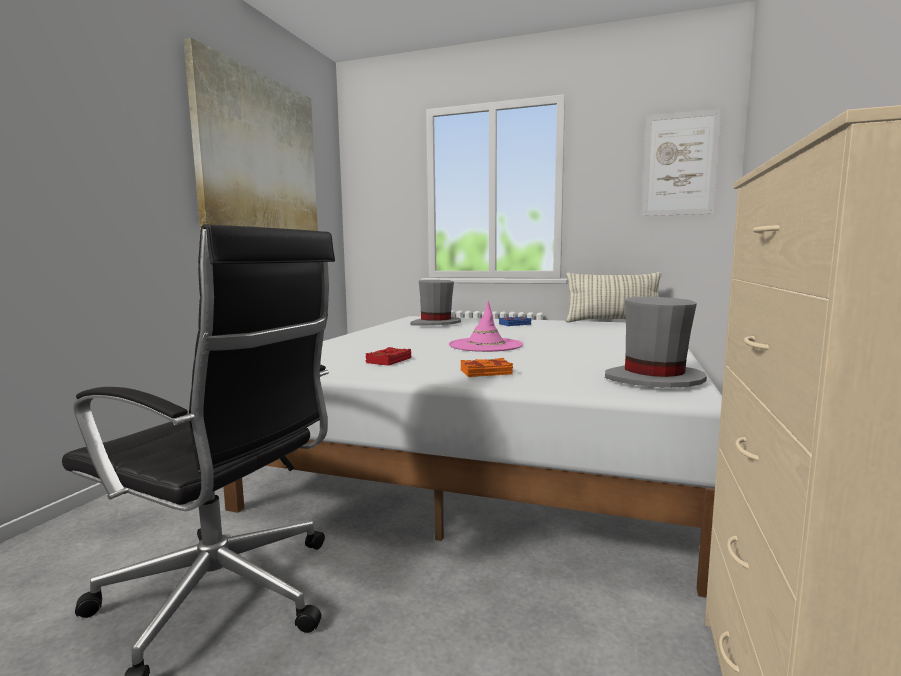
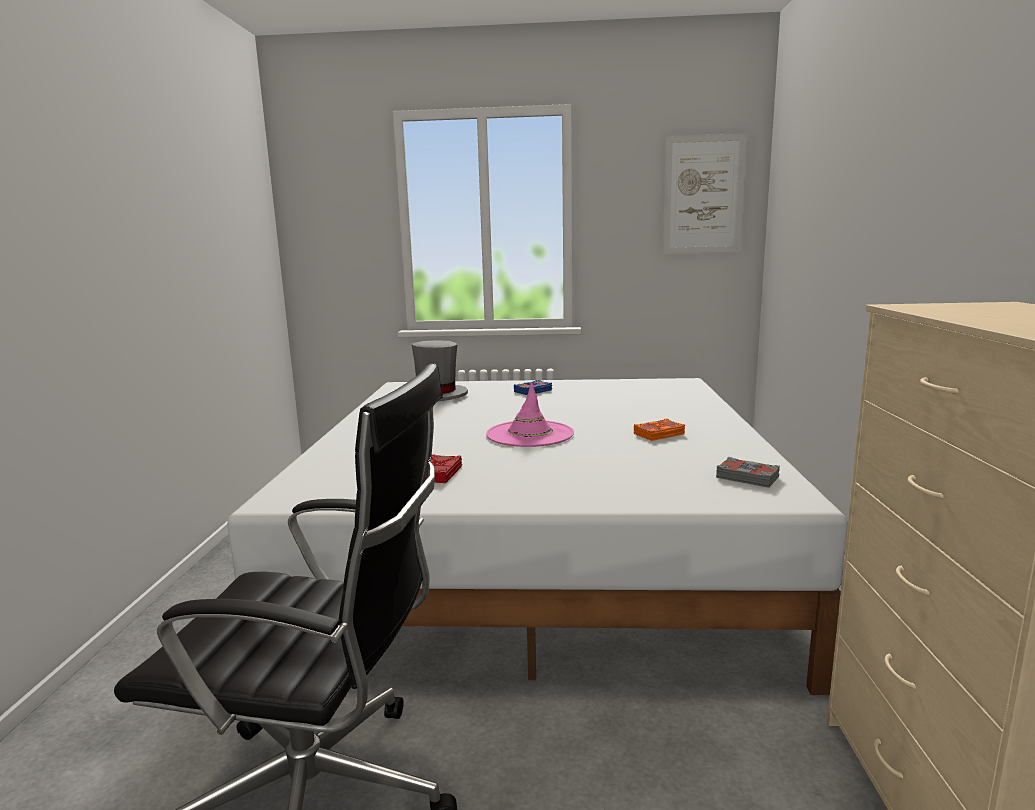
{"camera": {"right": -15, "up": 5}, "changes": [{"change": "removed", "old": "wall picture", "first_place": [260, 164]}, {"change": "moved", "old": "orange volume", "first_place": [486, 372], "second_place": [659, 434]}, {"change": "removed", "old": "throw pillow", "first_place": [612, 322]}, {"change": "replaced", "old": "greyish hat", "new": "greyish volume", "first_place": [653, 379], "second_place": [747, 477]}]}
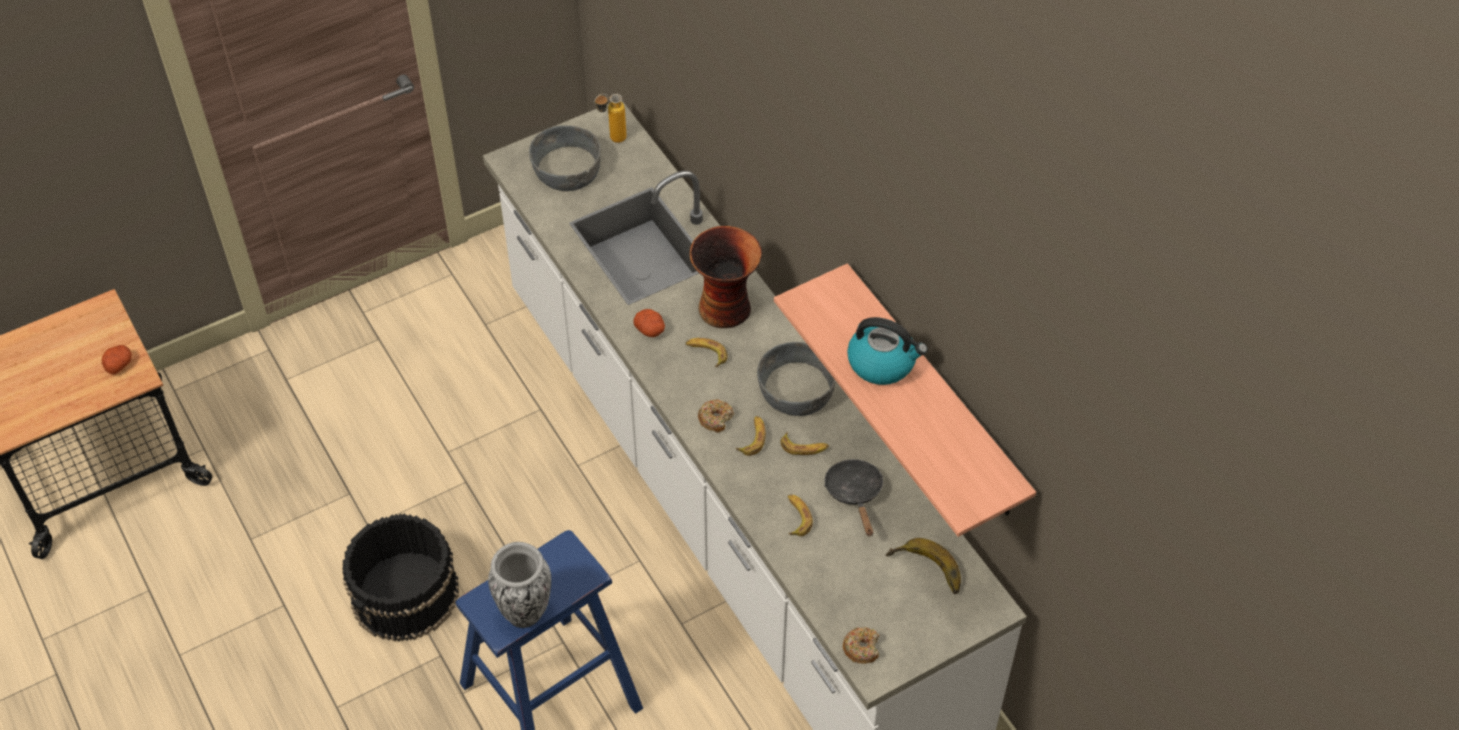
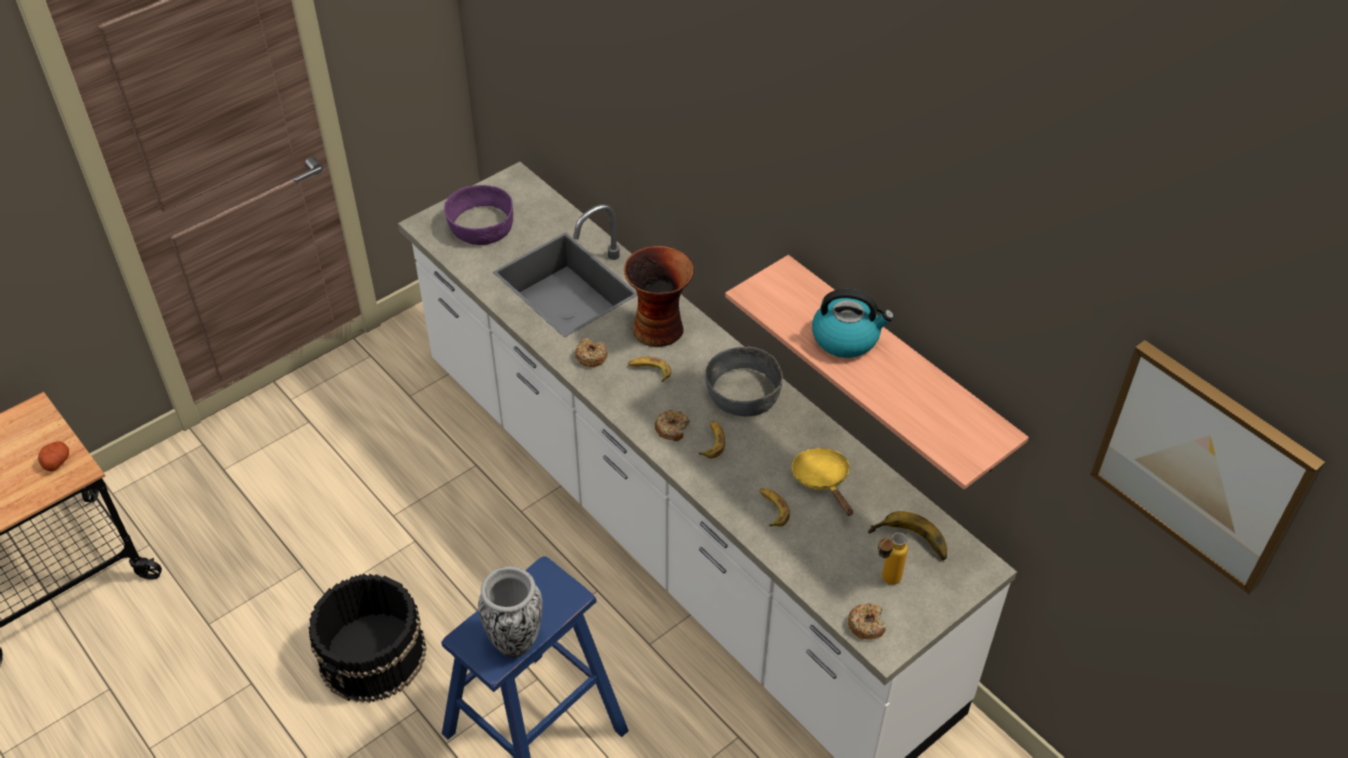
{"camera": {"right": -10, "up": -5}, "changes": [{"change": "recoloured", "old": "greyish deep dish", "new": "purple-coloured deep dish", "first_place": [565, 168], "second_place": [480, 225]}, {"change": "moved", "old": "drink bottle", "first_place": [612, 139], "second_place": [885, 581]}, {"change": "replaced", "old": "whole potato", "new": "ring doughnut", "first_place": [650, 329], "second_place": [591, 356]}, {"change": "removed", "old": "whole banana", "first_place": [804, 447]}, {"change": "recoloured", "old": "black pan", "new": "yellow pan", "first_place": [855, 493], "second_place": [823, 480]}, {"change": "added", "new": "wall picture", "second_place": [1202, 465]}]}
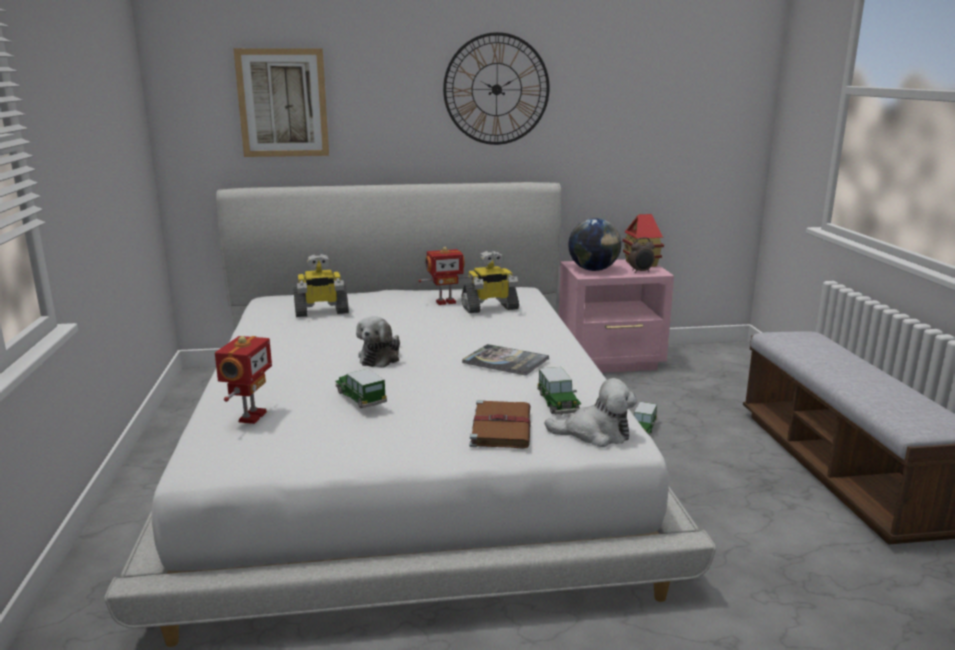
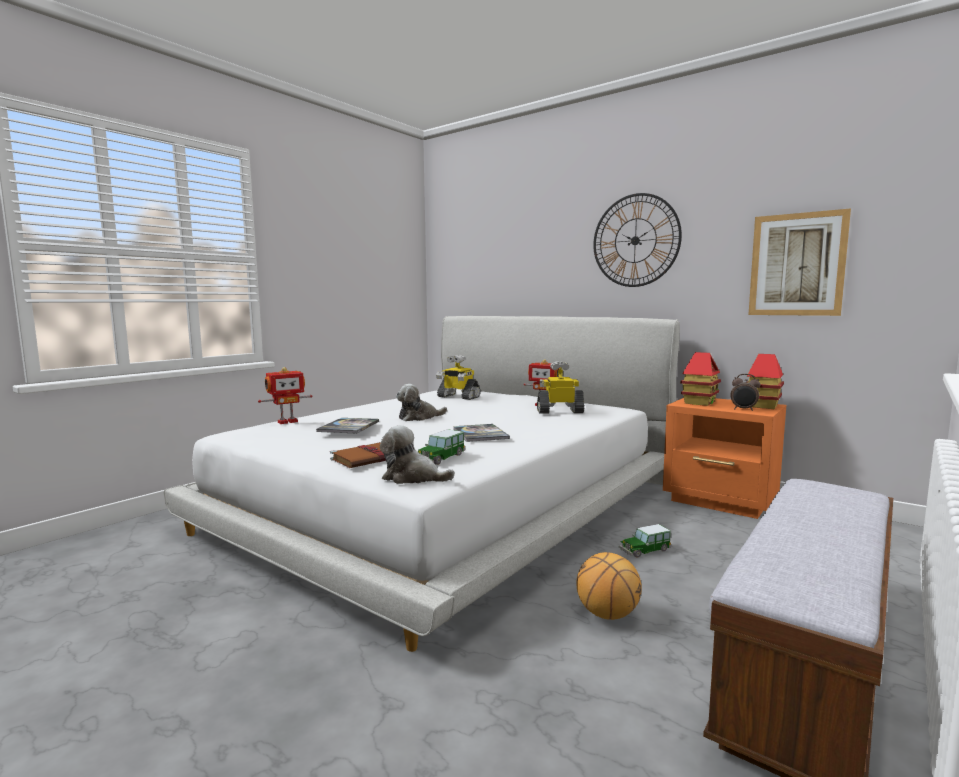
{"camera": {"right": 45, "up": -10}, "changes": [{"change": "moved", "old": "wall picture", "first_place": [283, 103], "second_place": [797, 264]}, {"change": "replaced", "old": "model car", "new": "volume", "first_place": [360, 397], "second_place": [348, 427]}, {"change": "turned", "old": "toy robot", "first_place": [489, 308], "second_place": [560, 411], "degrees": 150}, {"change": "turned", "old": "plush toy", "first_place": [595, 434], "second_place": [412, 477], "degrees": 150}, {"change": "recoloured", "old": "pink-coloured bedside table", "new": "orange bedside table", "first_place": [611, 361], "second_place": [721, 501]}, {"change": "replaced", "old": "globe", "new": "model house", "first_place": [593, 270], "second_place": [699, 402]}, {"change": "added", "new": "basketball ball", "second_place": [607, 614]}]}
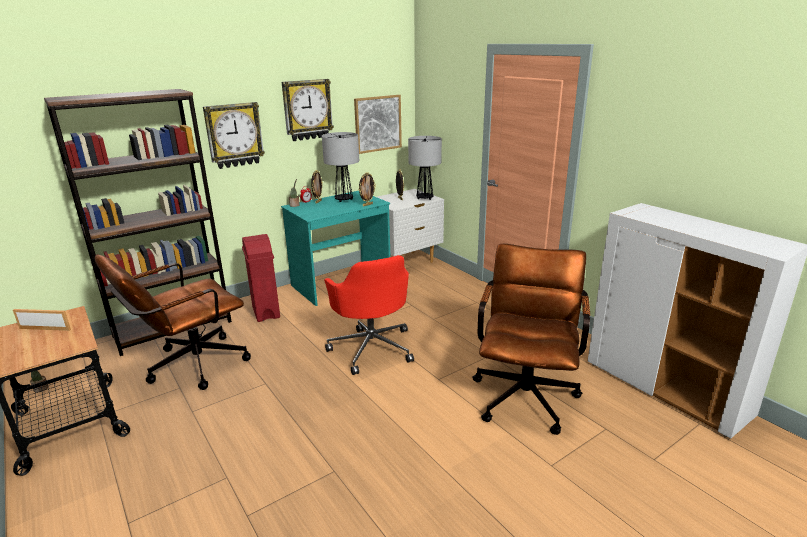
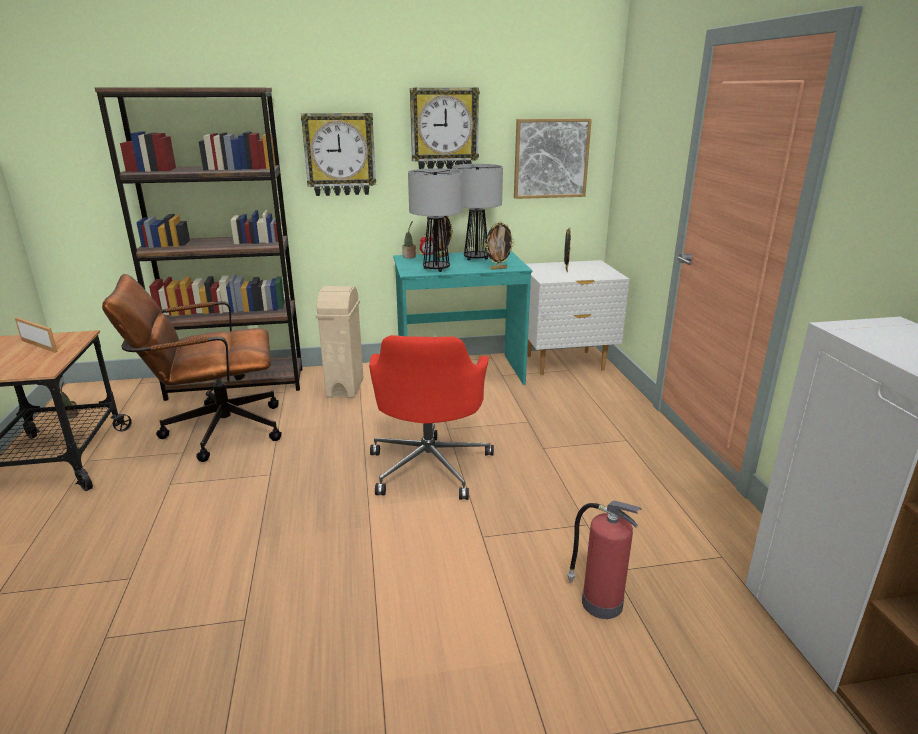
{"camera": {"right": 25, "up": 0}, "changes": [{"change": "recoloured", "old": "reddish waste bin", "new": "beige-coloured waste bin", "first_place": [266, 312], "second_place": [345, 387]}, {"change": "moved", "old": "lamp for a table", "first_place": [424, 198], "second_place": [436, 269]}, {"change": "replaced", "old": "brownish desk chair", "new": "fire-fighting cylinder", "first_place": [525, 392], "second_place": [600, 602]}]}
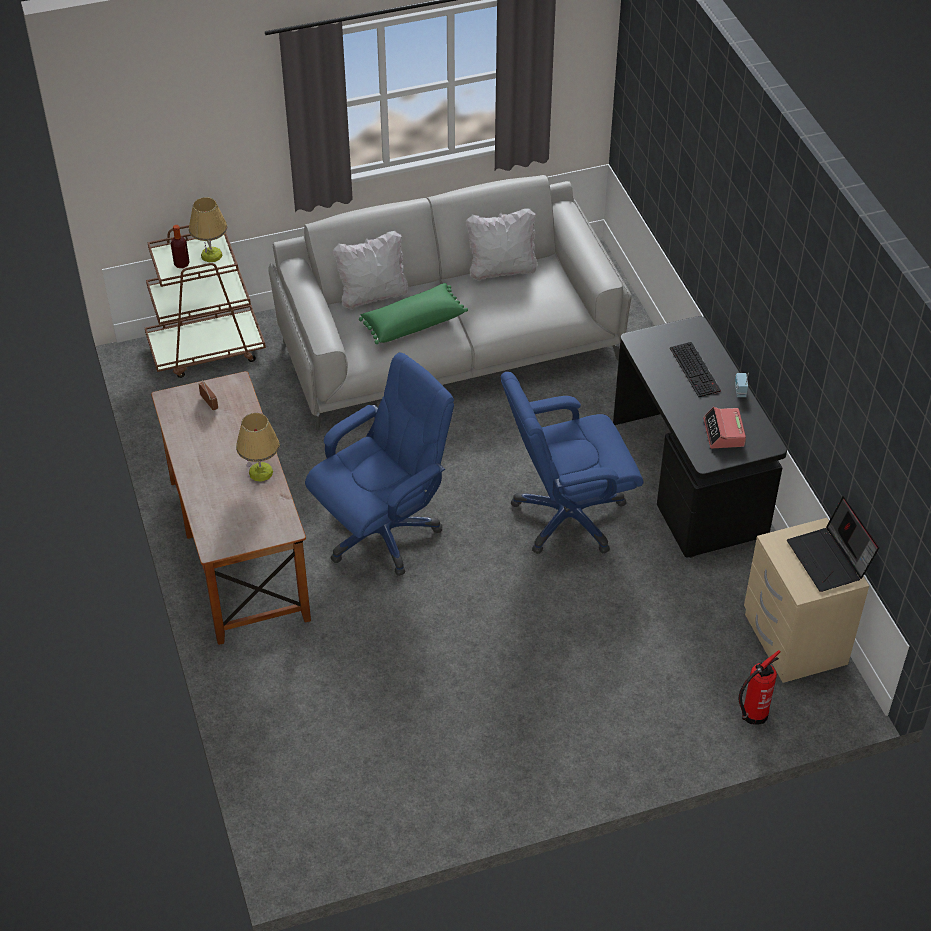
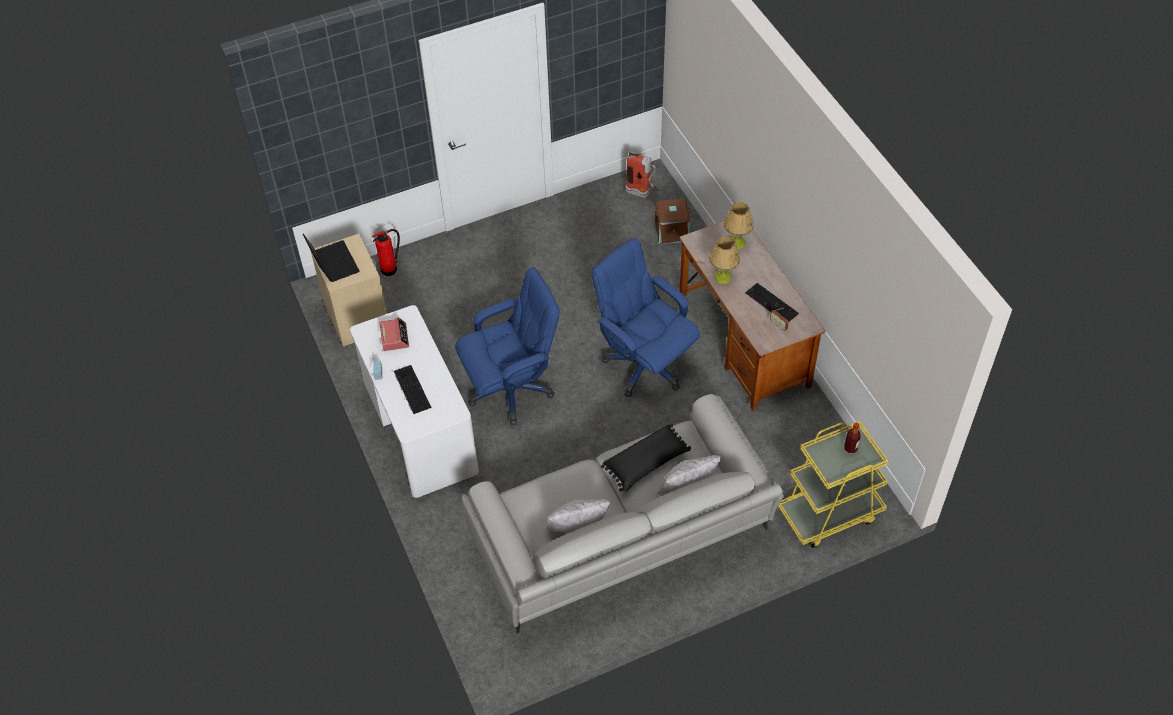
{"camera": {"right": 175, "up": 5}, "changes": [{"change": "recoloured", "old": "brownish wheeled cart", "new": "yellow wheeled cart", "first_place": [207, 349], "second_place": [829, 513]}, {"change": "moved", "old": "lamp for a table", "first_place": [211, 255], "second_place": [736, 243]}, {"change": "turned", "old": "blue-coloured desk chair", "first_place": [382, 531], "second_place": [644, 365], "degrees": 90}, {"change": "recoloured", "old": "green-coloured throw pillow", "new": "black throw pillow", "first_place": [413, 322], "second_place": [646, 464]}, {"change": "recoloured", "old": "black desk unit", "new": "white desk unit", "first_place": [689, 480], "second_place": [419, 429]}, {"change": "added", "new": "fire-fighting cylinder", "second_place": [642, 194]}, {"change": "added", "new": "brownish storage box", "second_place": [672, 231]}, {"change": "added", "new": "PC keyboard", "second_place": [772, 303]}]}
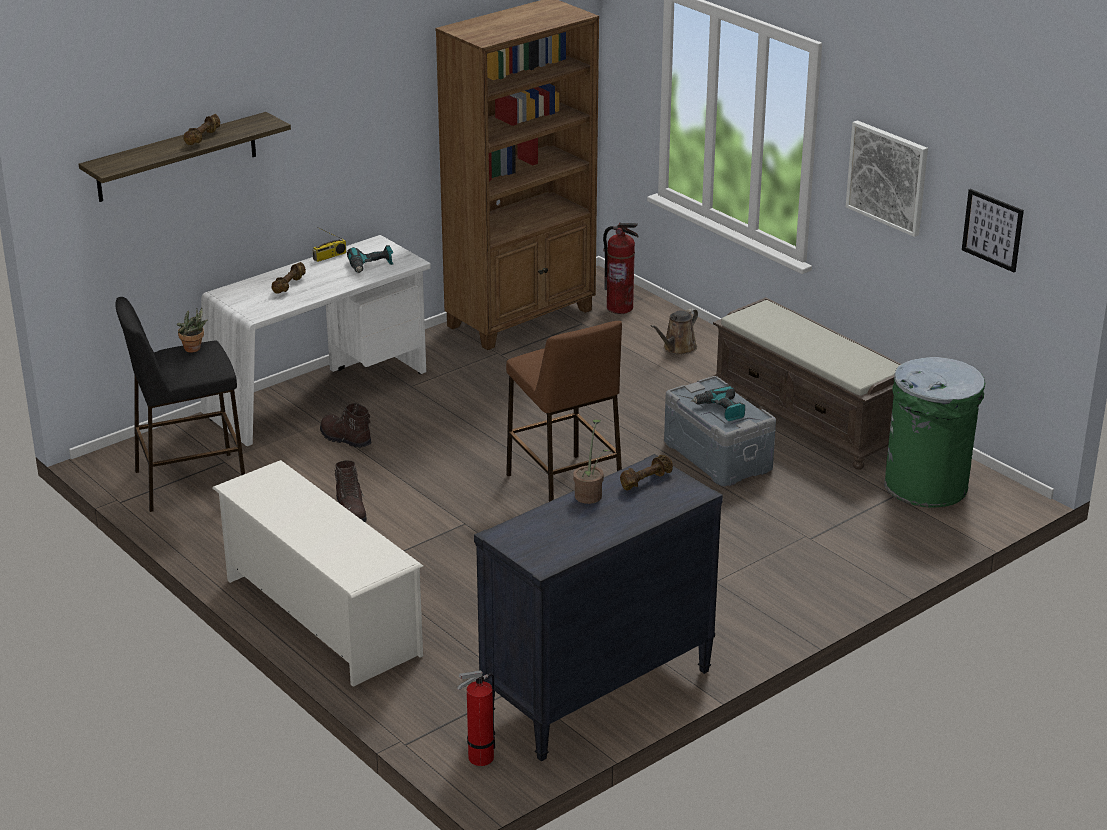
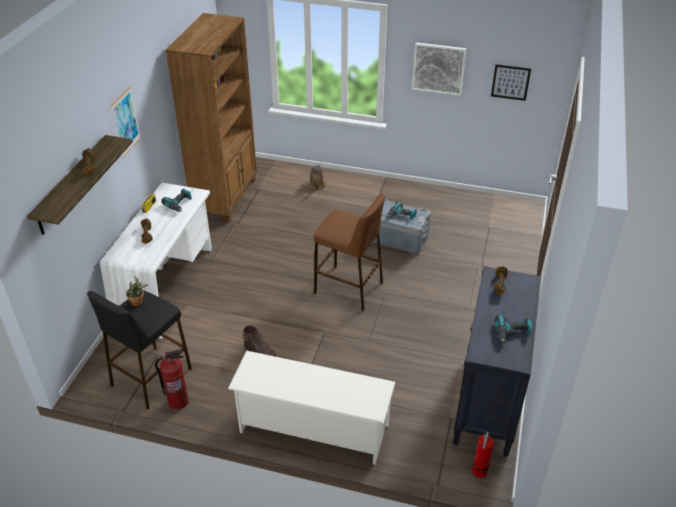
{"camera": {"right": -35, "up": 10}, "changes": [{"change": "removed", "old": "brownish tall boot", "first_place": [345, 439]}, {"change": "removed", "old": "houseplant", "first_place": [590, 494]}, {"change": "moved", "old": "fire-fighting cylinder", "first_place": [619, 308], "second_place": [178, 401]}, {"change": "removed", "old": "brownish indoor bench", "first_place": [808, 419]}, {"change": "removed", "old": "green-coloured waste bin", "first_place": [927, 487]}, {"change": "added", "new": "wall picture", "second_place": [125, 122]}, {"change": "added", "new": "drill", "second_place": [512, 333]}]}
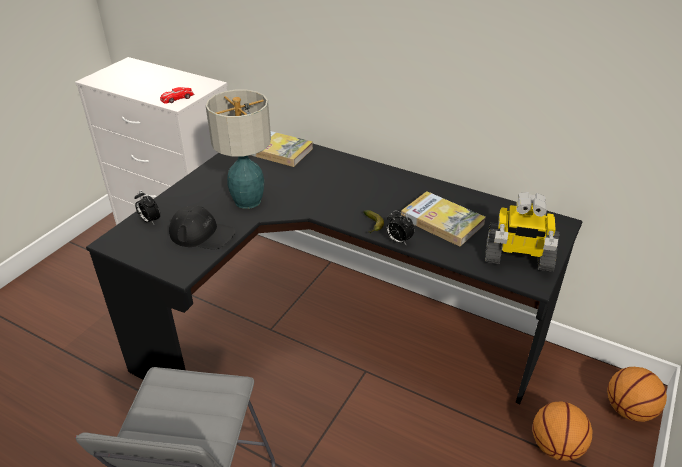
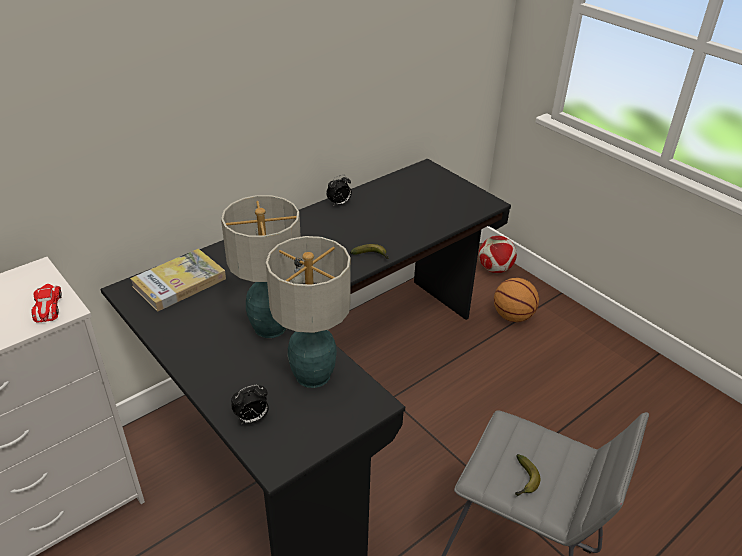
{"camera": {"right": -70, "up": 0}, "changes": [{"change": "replaced", "old": "black peaked cap", "new": "lamp for a table", "first_place": [202, 234], "second_place": [312, 375]}, {"change": "moved", "old": "bedside clock", "first_place": [398, 241], "second_place": [339, 204]}, {"change": "removed", "old": "volume", "first_place": [442, 221]}, {"change": "removed", "old": "toy robot", "first_place": [518, 257]}, {"change": "replaced", "old": "basketball ball", "new": "football", "first_place": [629, 410], "second_place": [495, 269]}, {"change": "added", "new": "whole banana", "second_place": [524, 481]}]}
